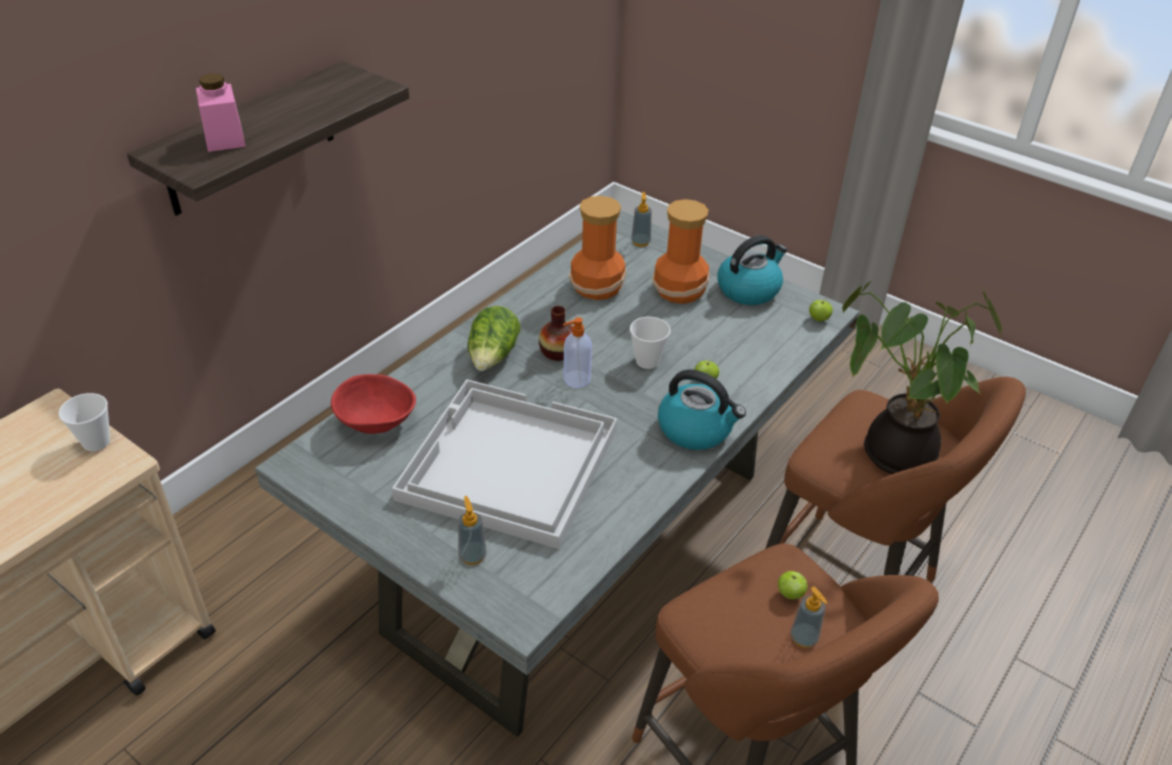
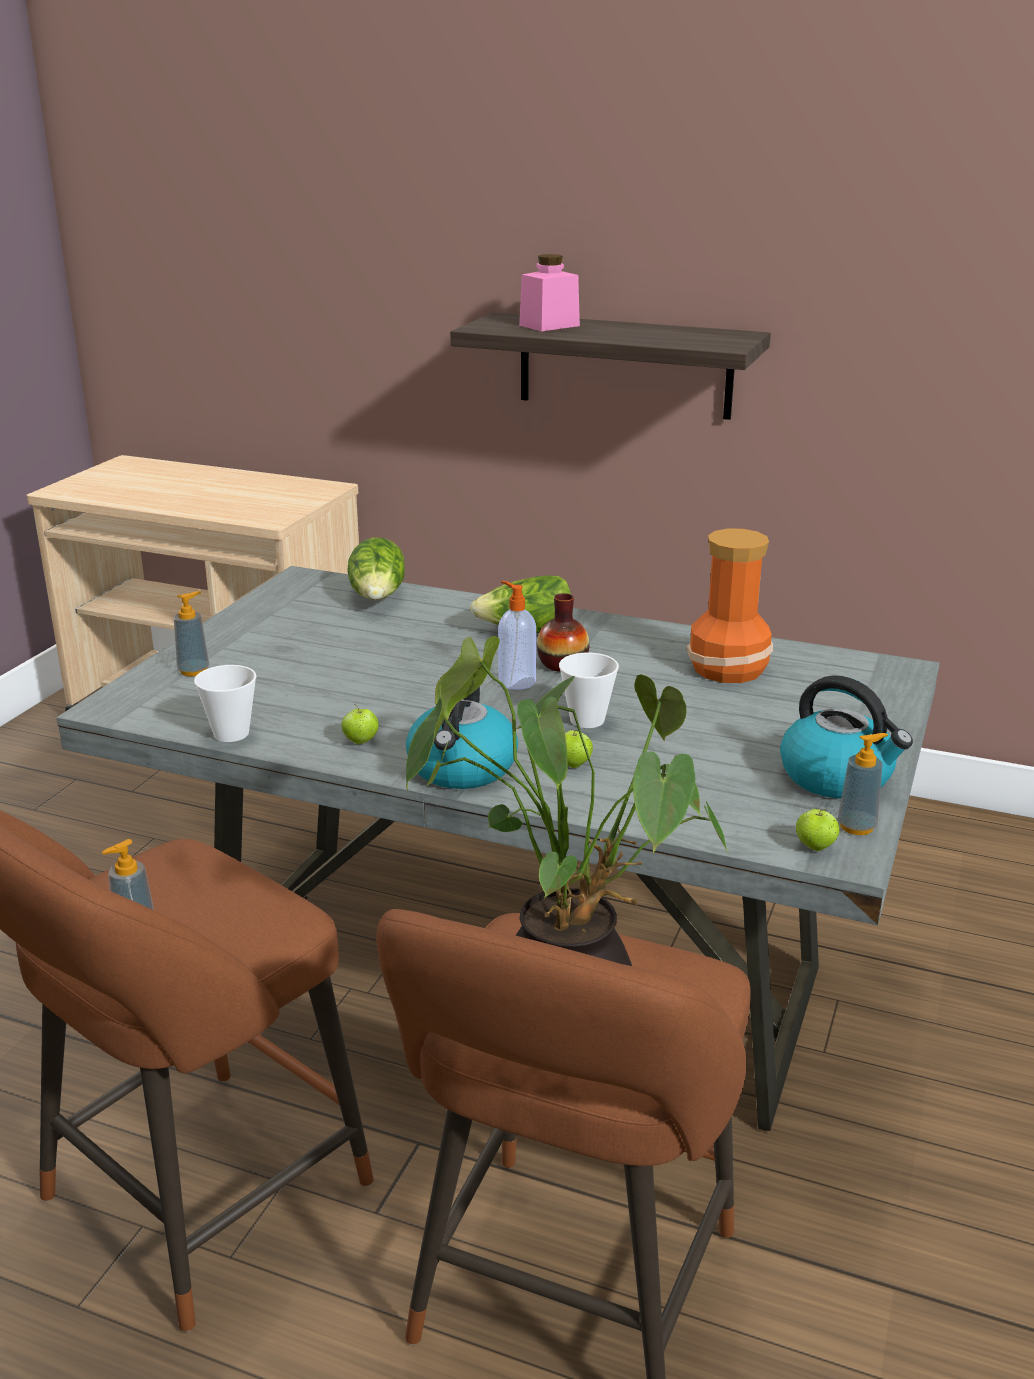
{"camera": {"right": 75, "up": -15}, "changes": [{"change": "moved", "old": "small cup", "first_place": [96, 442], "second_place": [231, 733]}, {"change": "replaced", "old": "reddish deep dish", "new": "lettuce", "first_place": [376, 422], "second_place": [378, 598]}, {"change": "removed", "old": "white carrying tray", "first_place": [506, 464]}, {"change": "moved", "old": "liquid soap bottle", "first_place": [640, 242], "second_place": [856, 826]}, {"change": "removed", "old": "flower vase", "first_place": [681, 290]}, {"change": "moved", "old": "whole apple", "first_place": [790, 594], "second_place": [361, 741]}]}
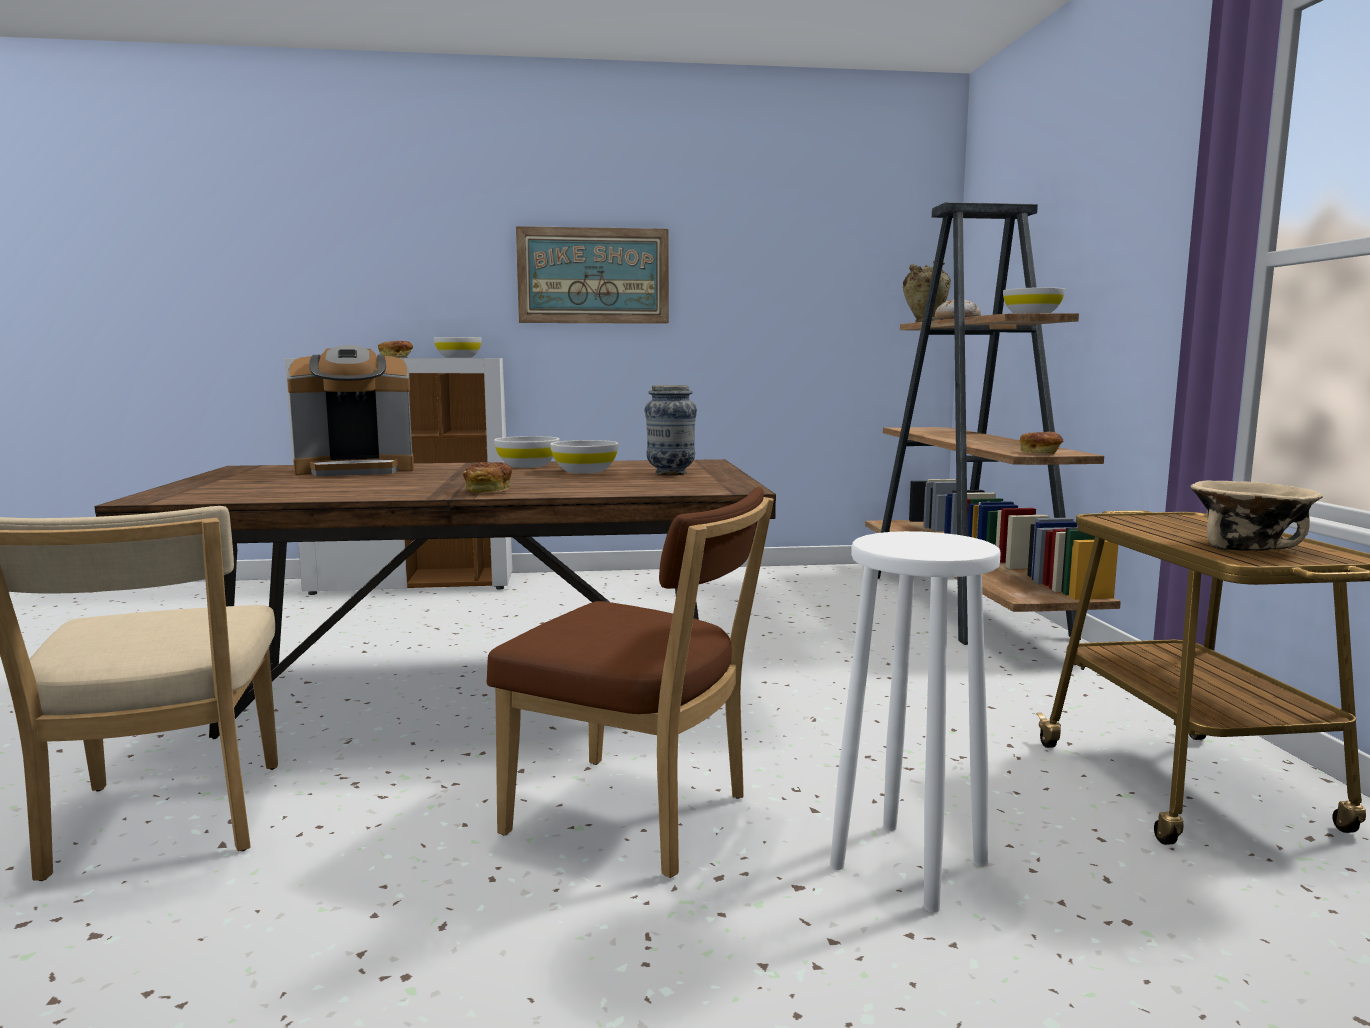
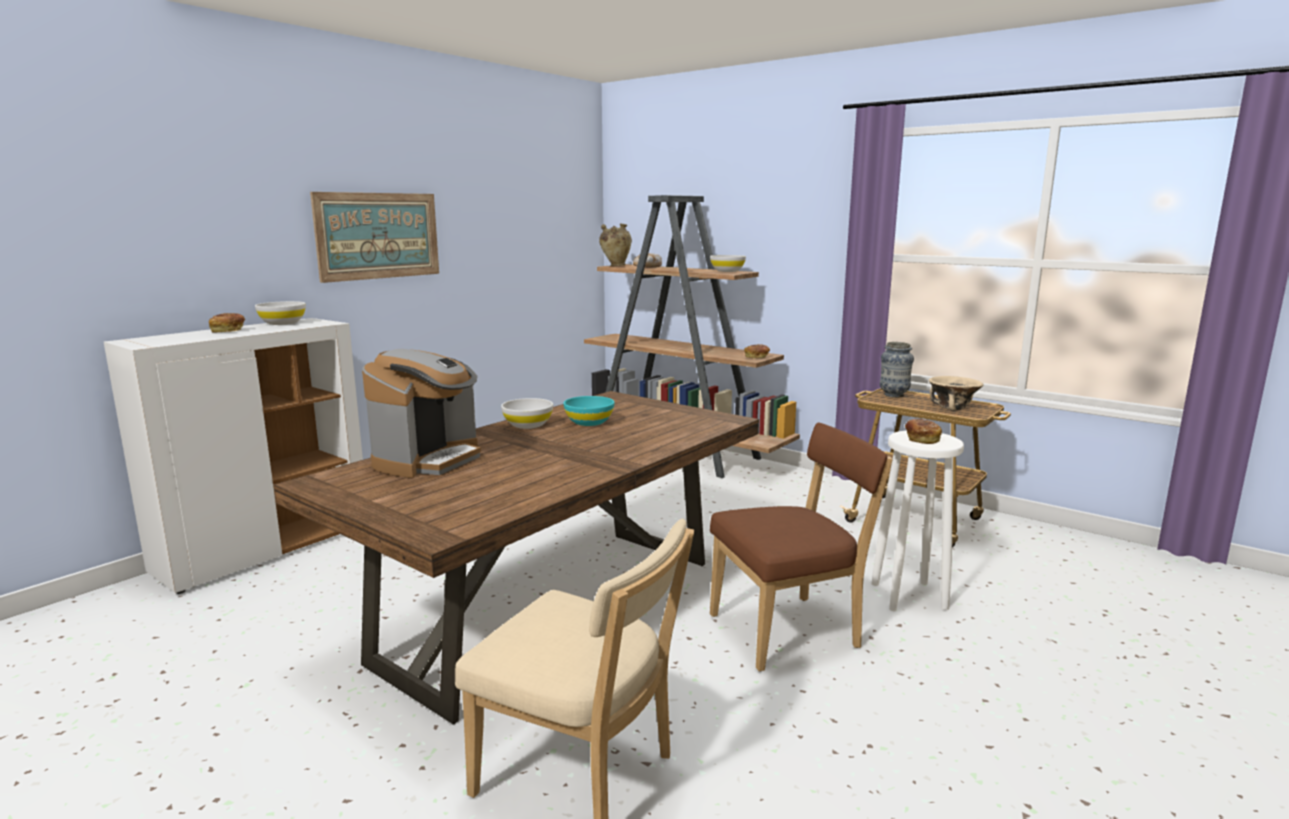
{"camera": {"right": -45, "up": 5}, "changes": [{"change": "moved", "old": "bakery bread", "first_place": [488, 491], "second_place": [922, 439]}, {"change": "recoloured", "old": "white deep dish", "new": "turquoise-coloured deep dish", "first_place": [585, 471], "second_place": [589, 422]}, {"change": "moved", "old": "flower vase", "first_place": [670, 473], "second_place": [894, 395]}]}
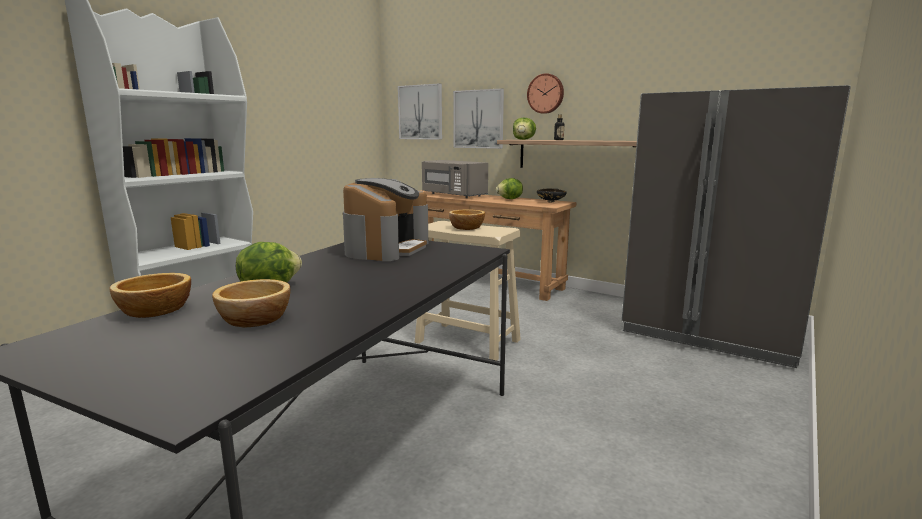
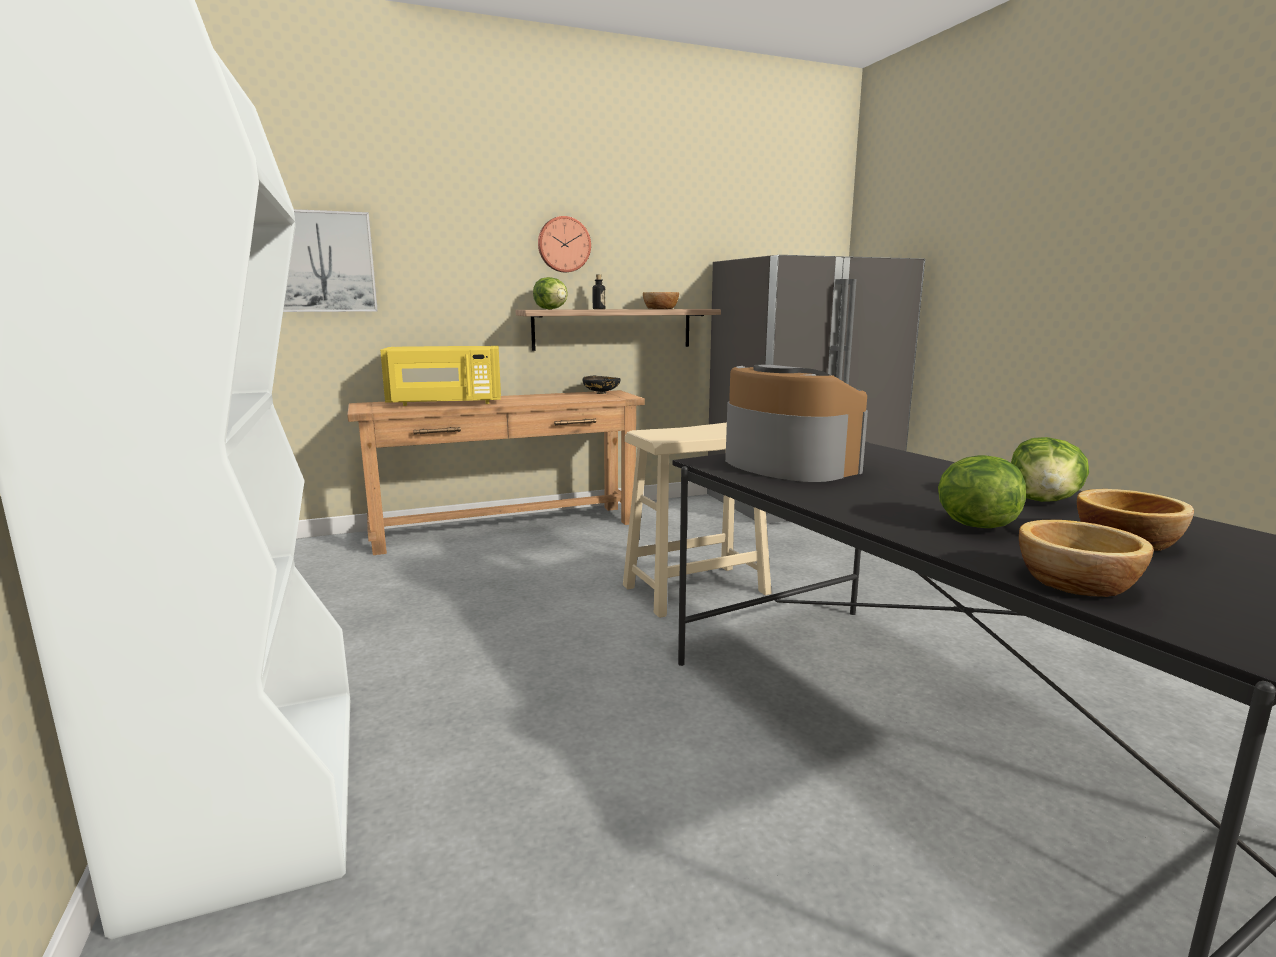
{"camera": {"right": -55, "up": 0}, "changes": [{"change": "recoloured", "old": "greyish kitchen microwave", "new": "yellow kitchen microwave", "first_place": [452, 195], "second_place": [445, 403]}, {"change": "moved", "old": "deep dish", "first_place": [467, 228], "second_place": [661, 309]}, {"change": "removed", "old": "wall picture", "first_place": [478, 119]}, {"change": "moved", "old": "lettuce", "first_place": [510, 199], "second_place": [1043, 501]}]}
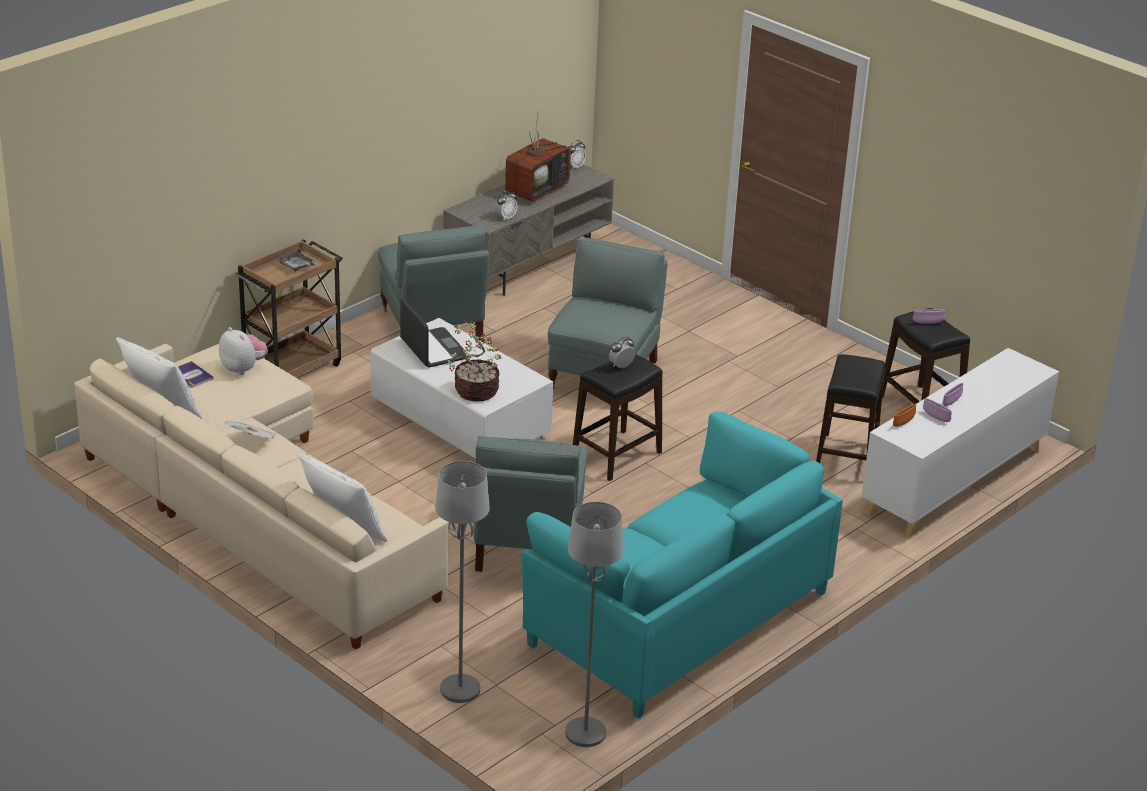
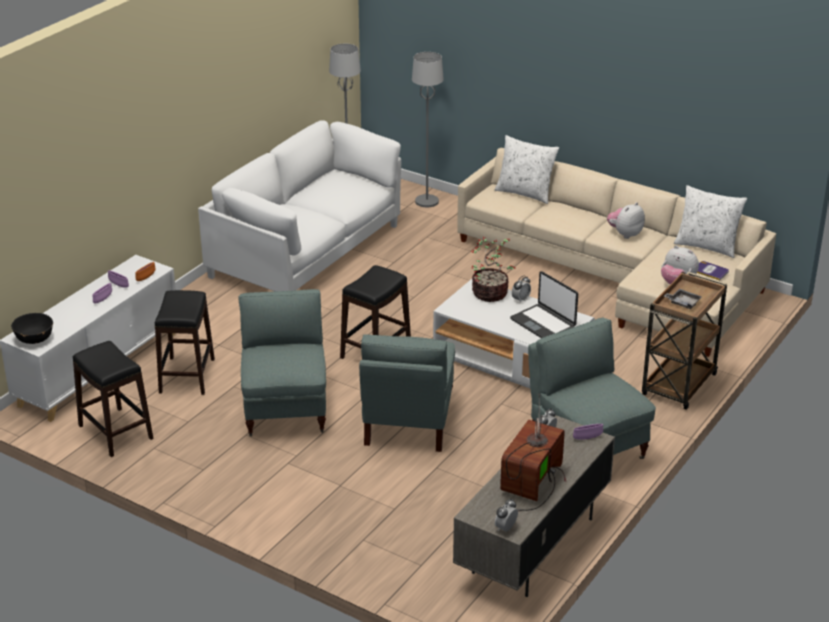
{"camera": {"right": 170, "up": 0}, "changes": [{"change": "replaced", "old": "newspaper", "new": "plush toy", "first_place": [253, 441], "second_place": [625, 234]}, {"change": "moved", "old": "greyish easy chair", "first_place": [528, 544], "second_place": [286, 409]}, {"change": "recoloured", "old": "turquoise-coloured sofa", "new": "white sofa", "first_place": [677, 617], "second_place": [306, 251]}, {"change": "moved", "old": "bedside clock", "first_place": [621, 366], "second_place": [520, 300]}, {"change": "moved", "old": "purple-coloured deep dish", "first_place": [927, 323], "second_place": [587, 438]}, {"change": "added", "new": "black deep dish", "second_place": [34, 339]}]}
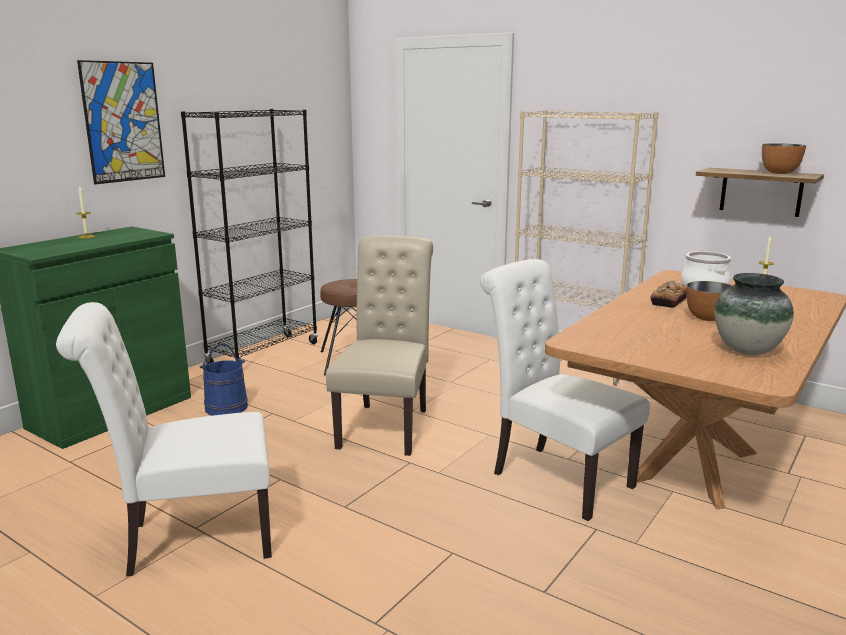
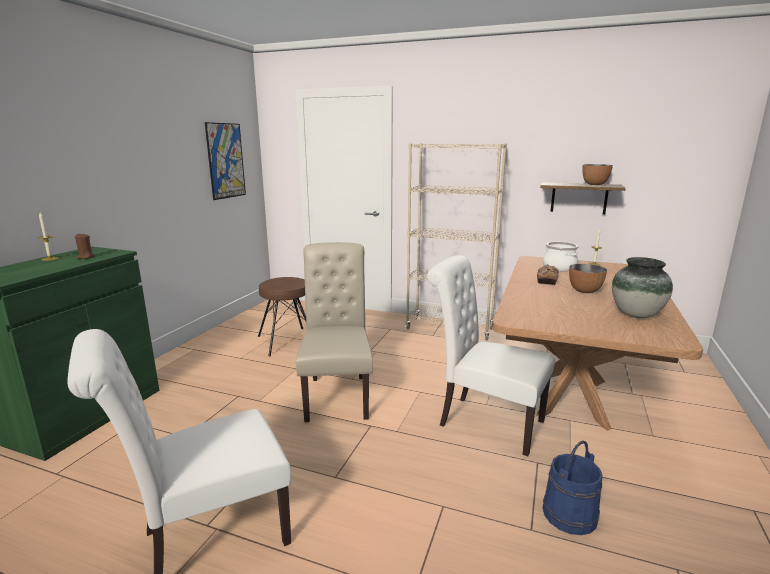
{"camera": {"right": -15, "up": 0}, "changes": [{"change": "moved", "old": "wall picture", "first_place": [123, 122], "second_place": [226, 161]}, {"change": "removed", "old": "black bookshelf", "first_place": [263, 354]}, {"change": "moved", "old": "blue-coloured pail", "first_place": [226, 407], "second_place": [569, 514]}, {"change": "added", "new": "brownish wax light", "second_place": [85, 257]}]}
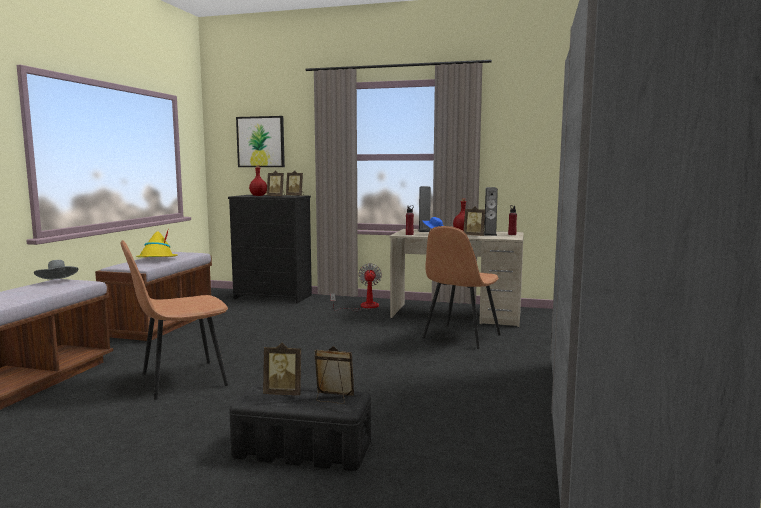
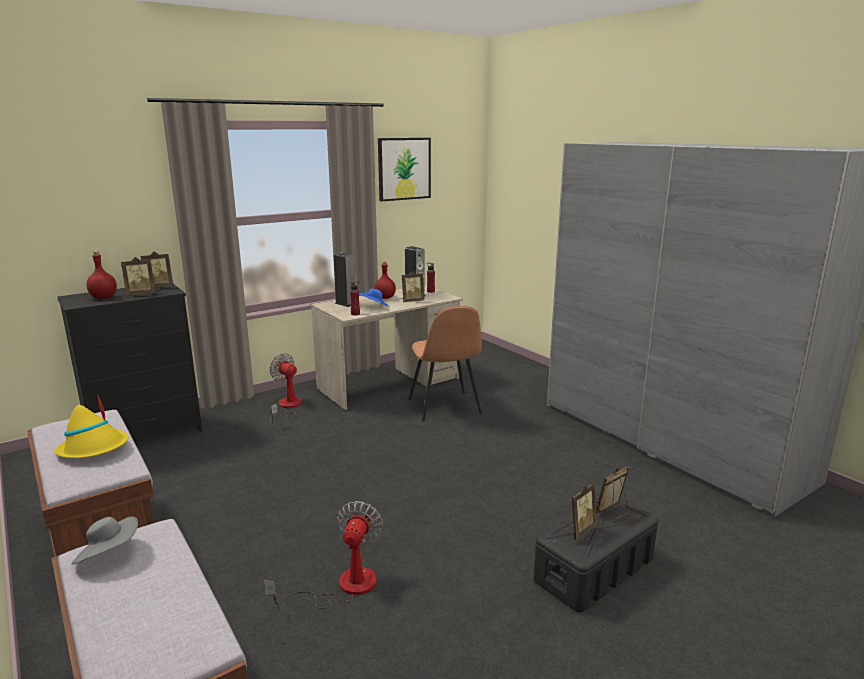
{"camera": {"right": -50, "up": 10}, "changes": [{"change": "replaced", "old": "brownish plain chair", "new": "fan", "first_place": [181, 380], "second_place": [343, 586]}, {"change": "moved", "old": "wall picture", "first_place": [261, 142], "second_place": [404, 169]}]}
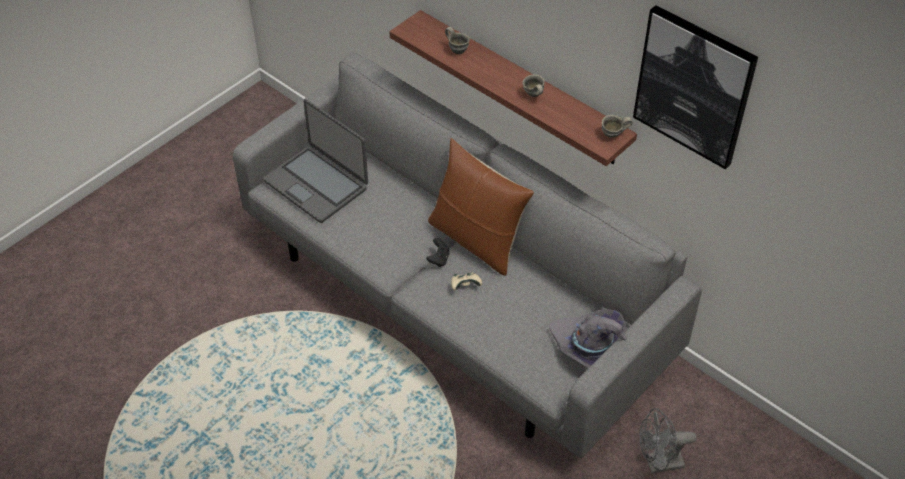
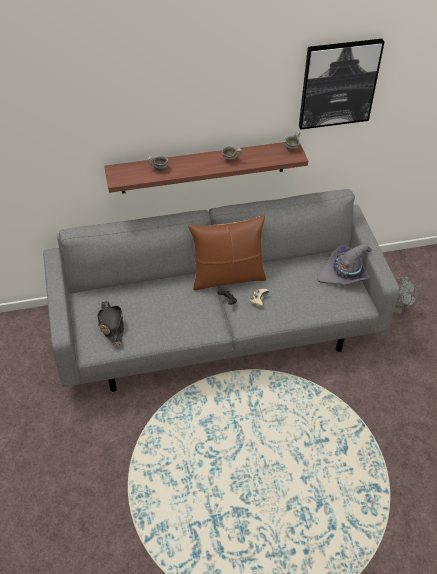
{"camera": {"right": -55, "up": 0}, "changes": [{"change": "replaced", "old": "laptop", "new": "black hat", "first_place": [317, 184], "second_place": [111, 325]}]}
